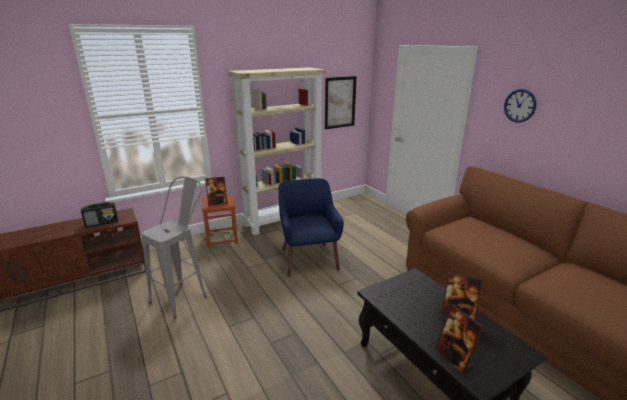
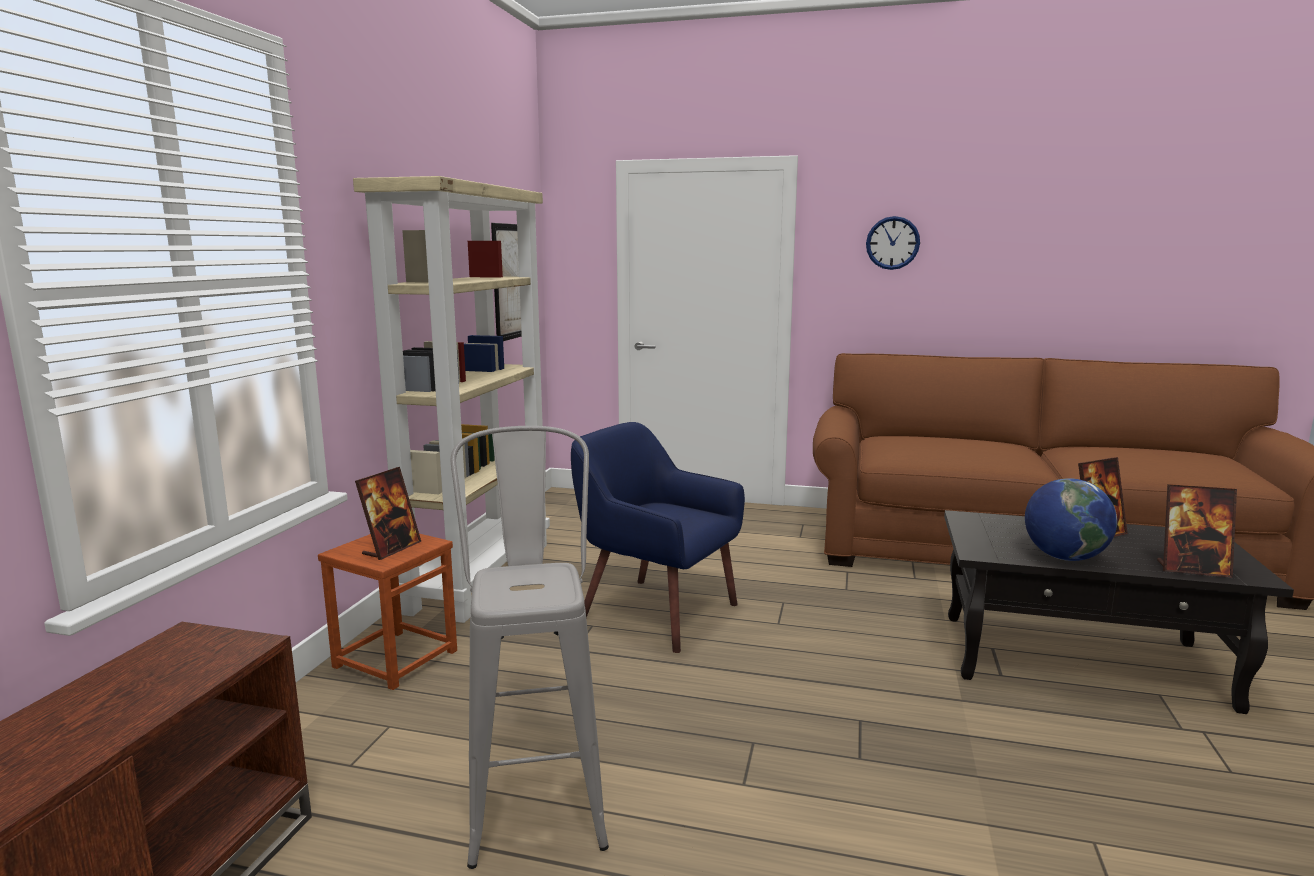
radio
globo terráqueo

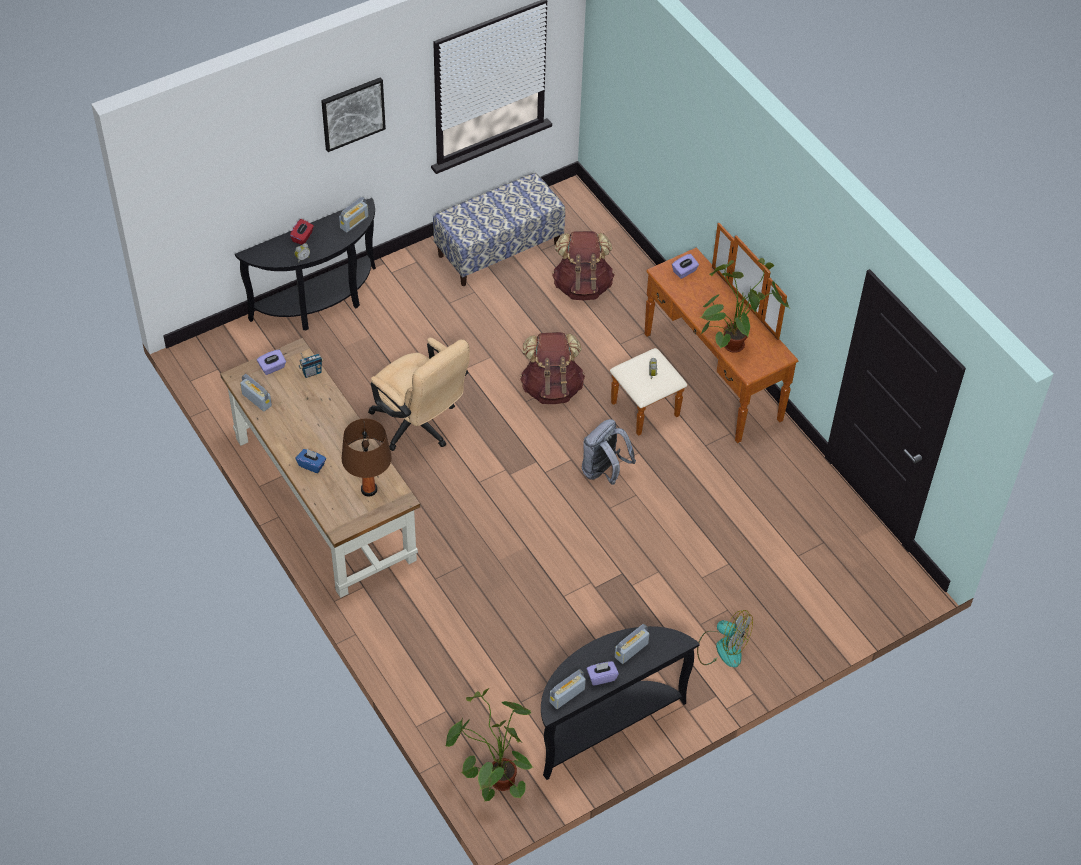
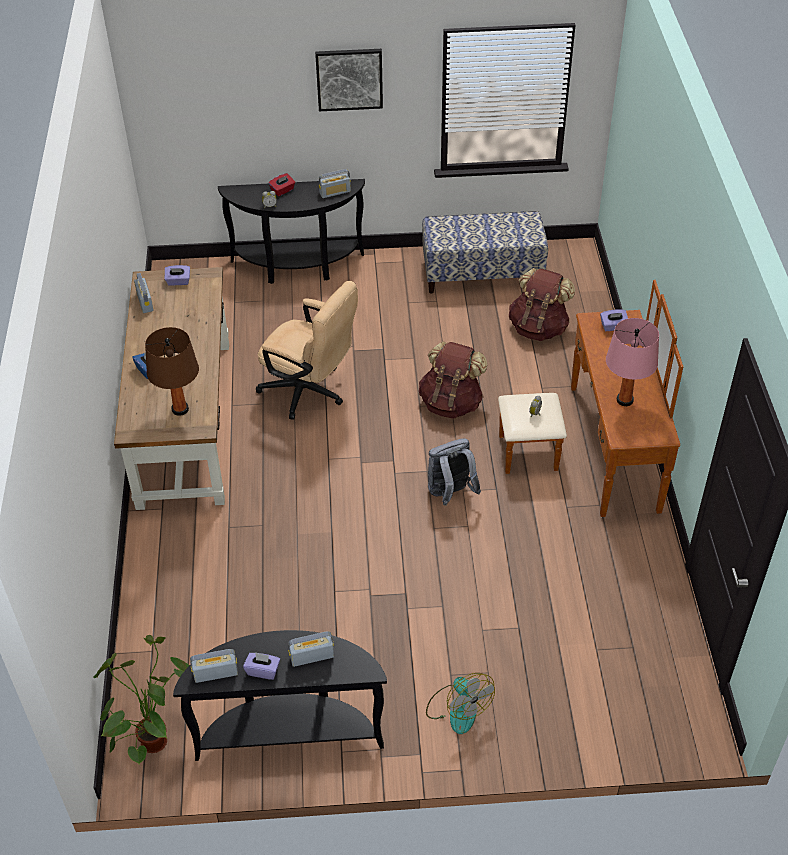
radio (2nd from left in the first image)
lámpara de mesa [rosa]
silla de oficina [beis]

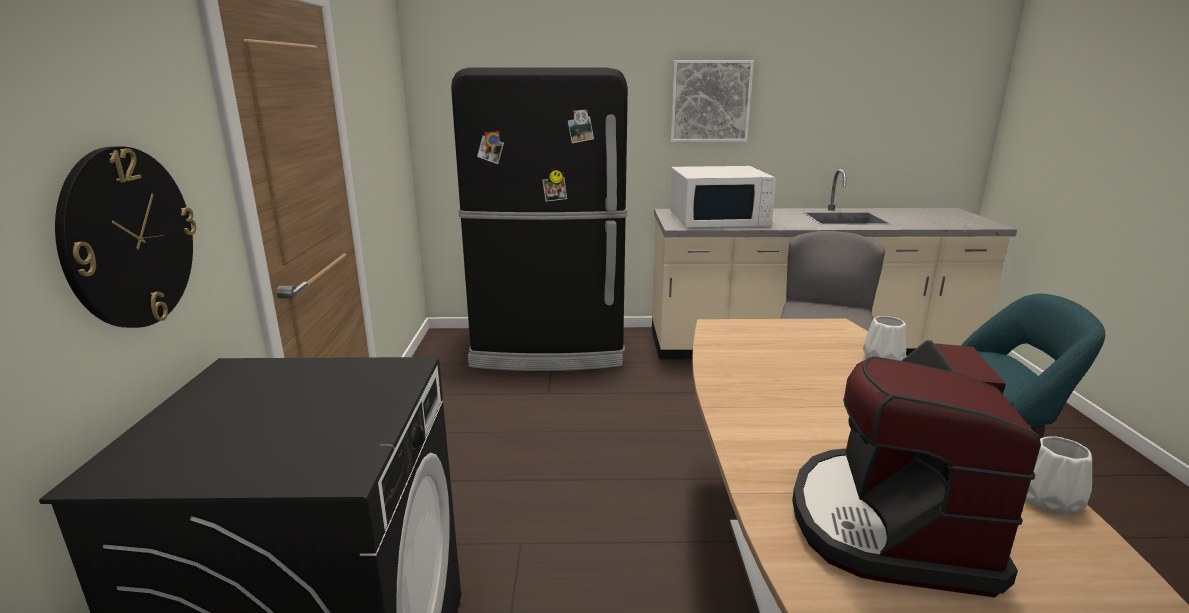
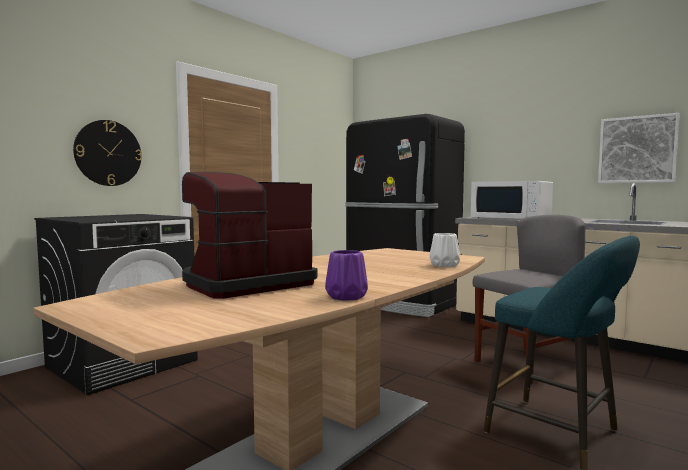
cuadro
florero [morado]

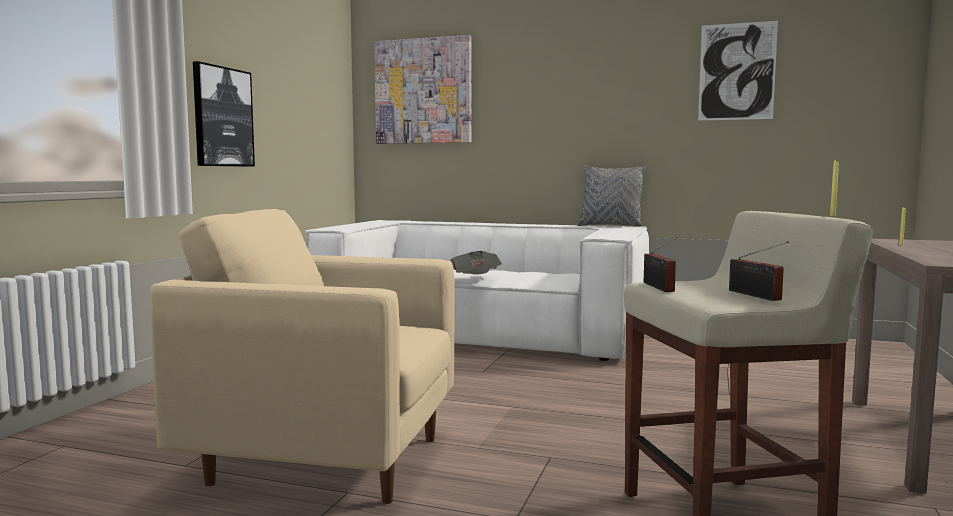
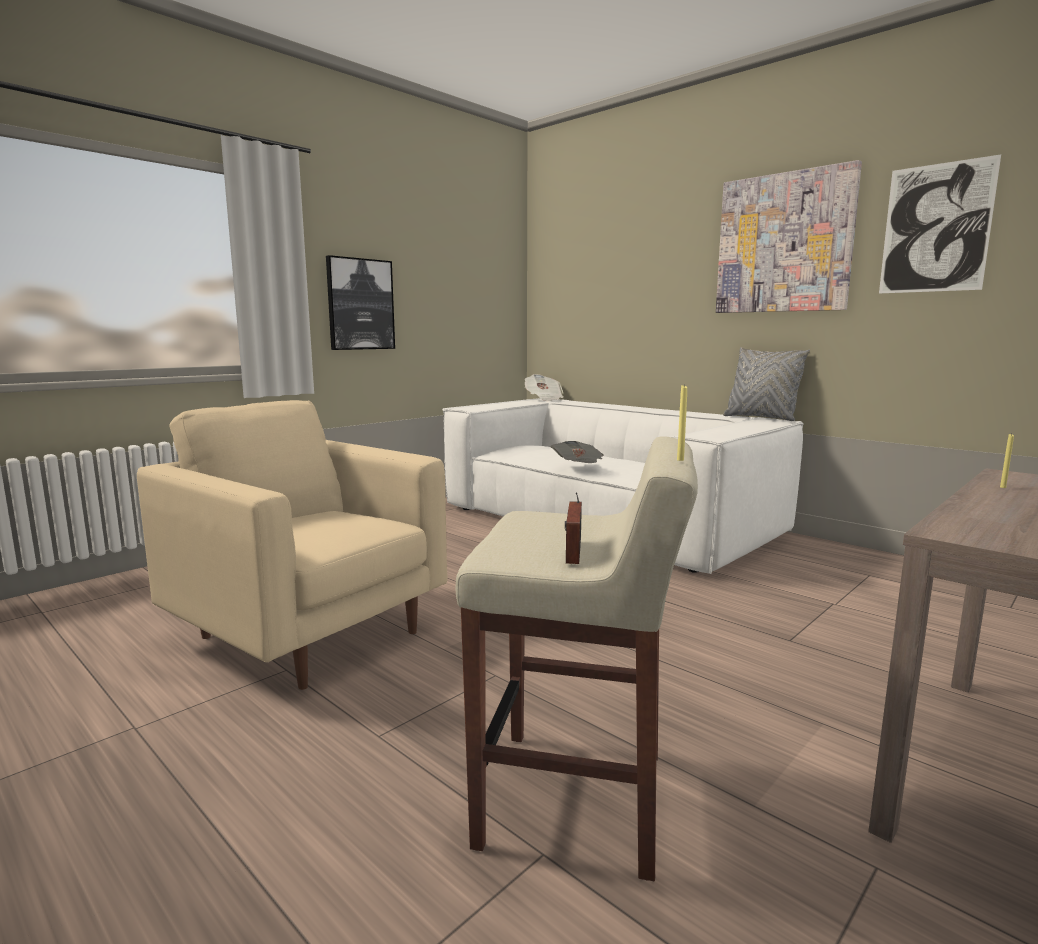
radio (1st from left in the first image)
periódico (1st from left)
cuadro (2nd from left)

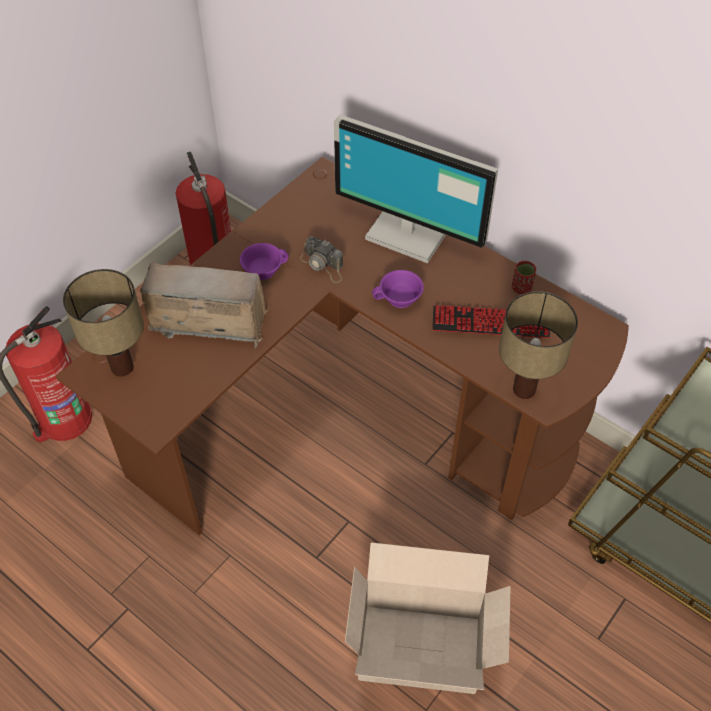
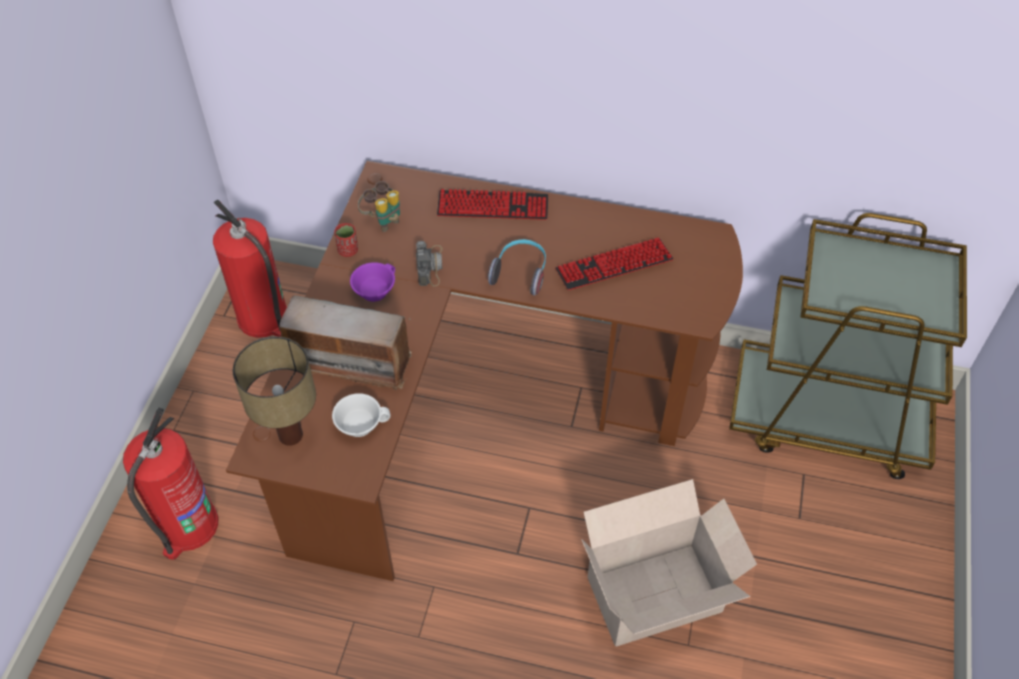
lámpara de mesa (2nd from left in the first image)
taza [blanco]
prismáticos
taza [rojo]
teclado (1st from left)
auriculares
radio
cámara

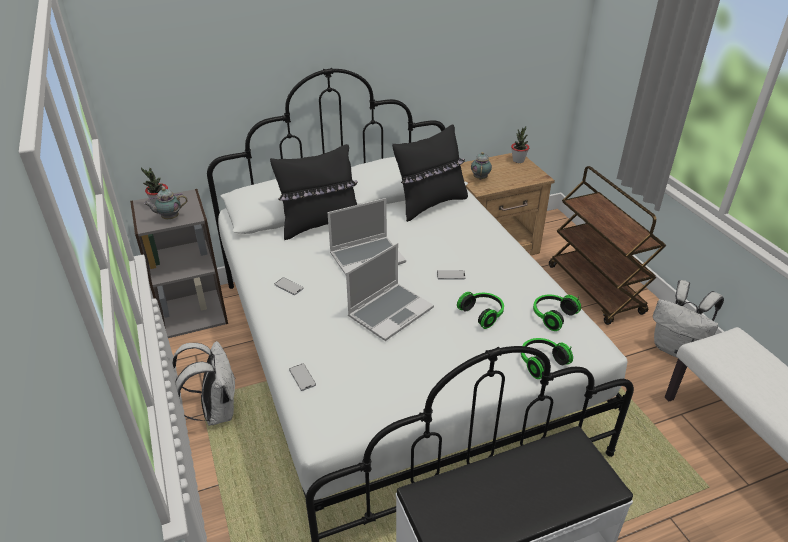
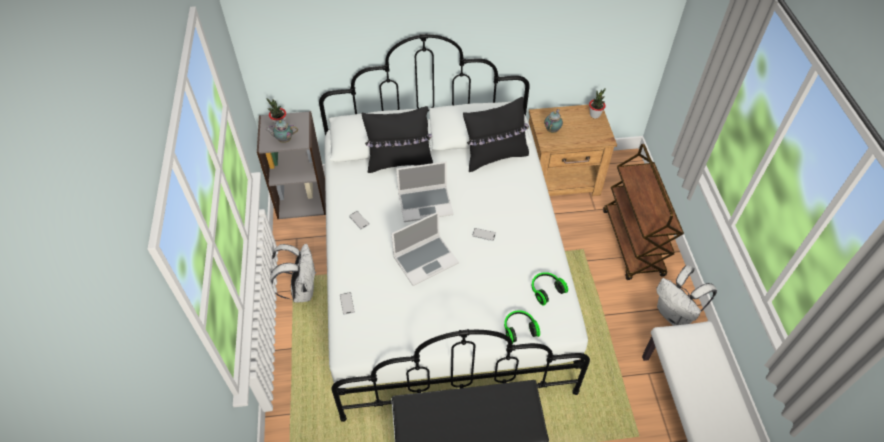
auriculares (1st from left in the first image)

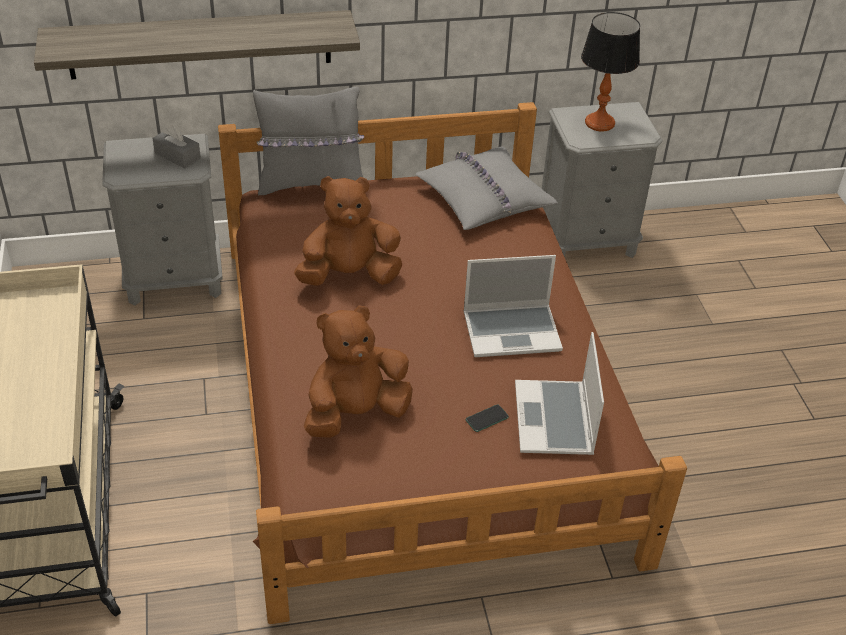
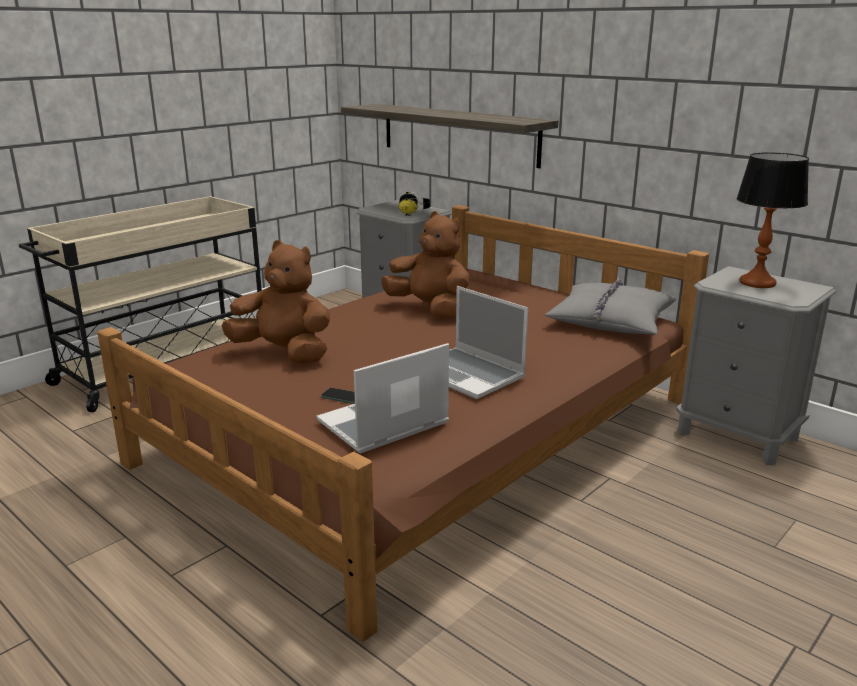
cojín [gris] (1st from left in the first image)
auriculares

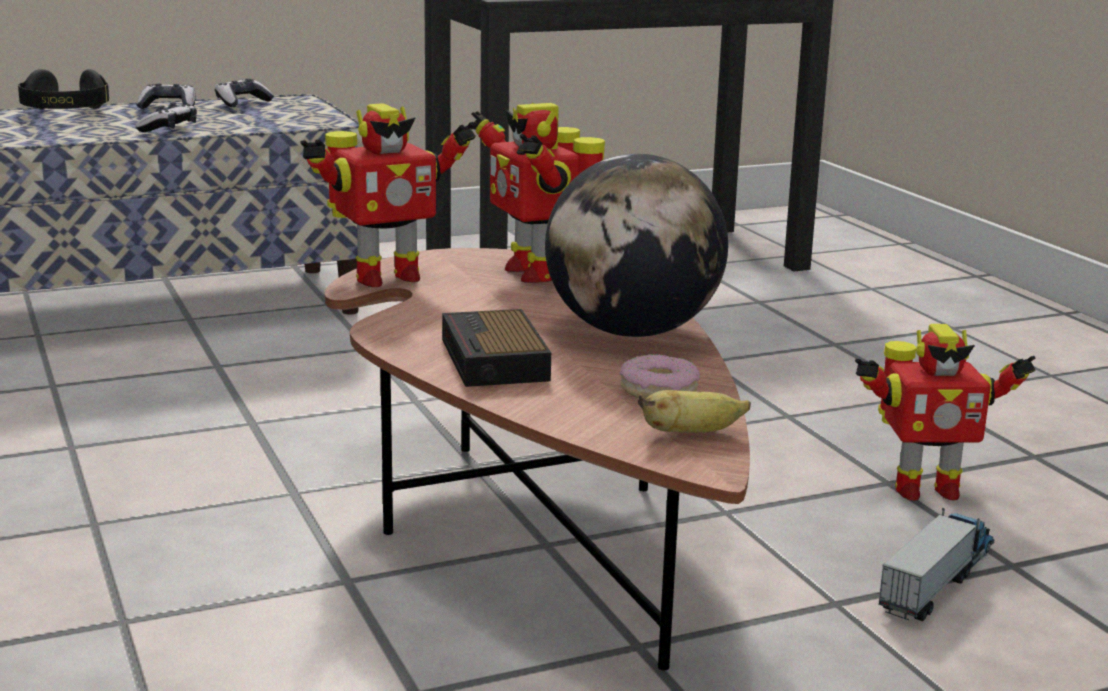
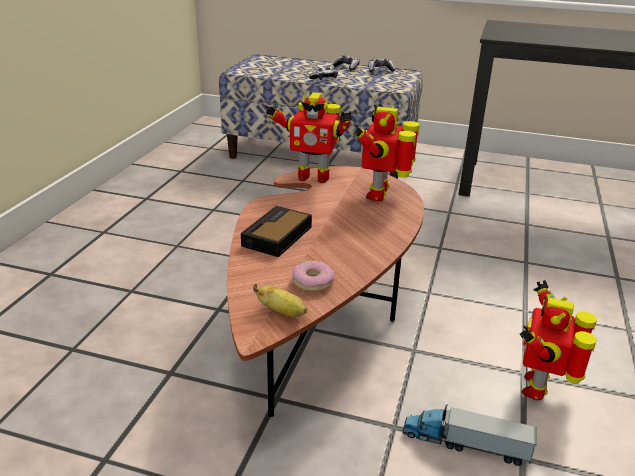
auriculares [negro]
globo terráqueo
robot de juguete (3rd from left)
camión de juguete

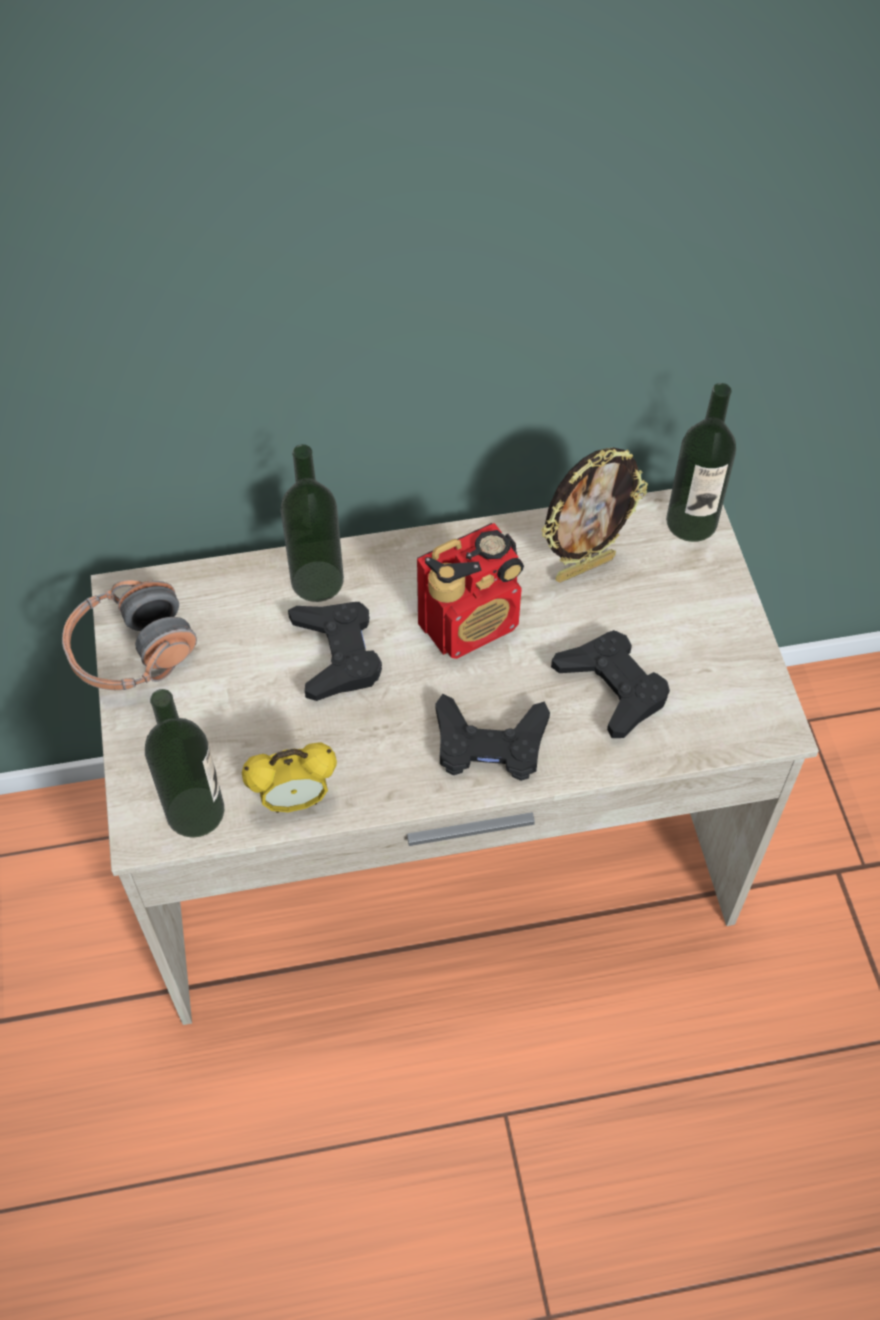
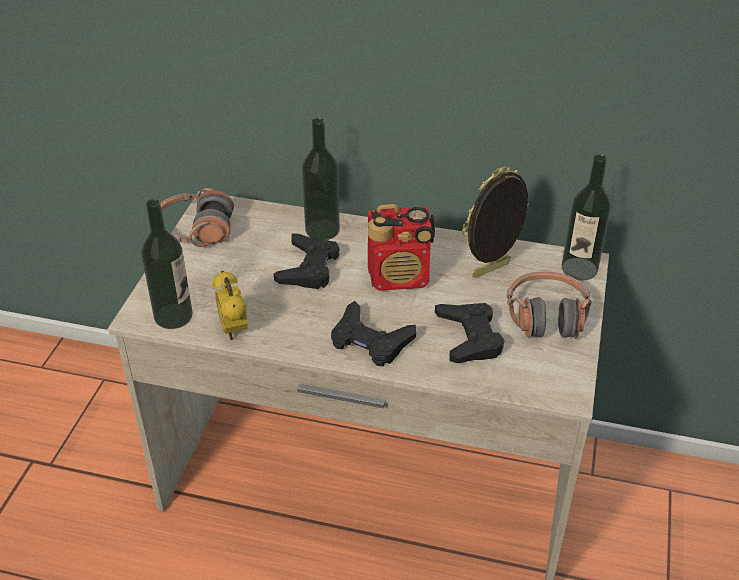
auriculares (2nd from left)
despertador
portarretratos

